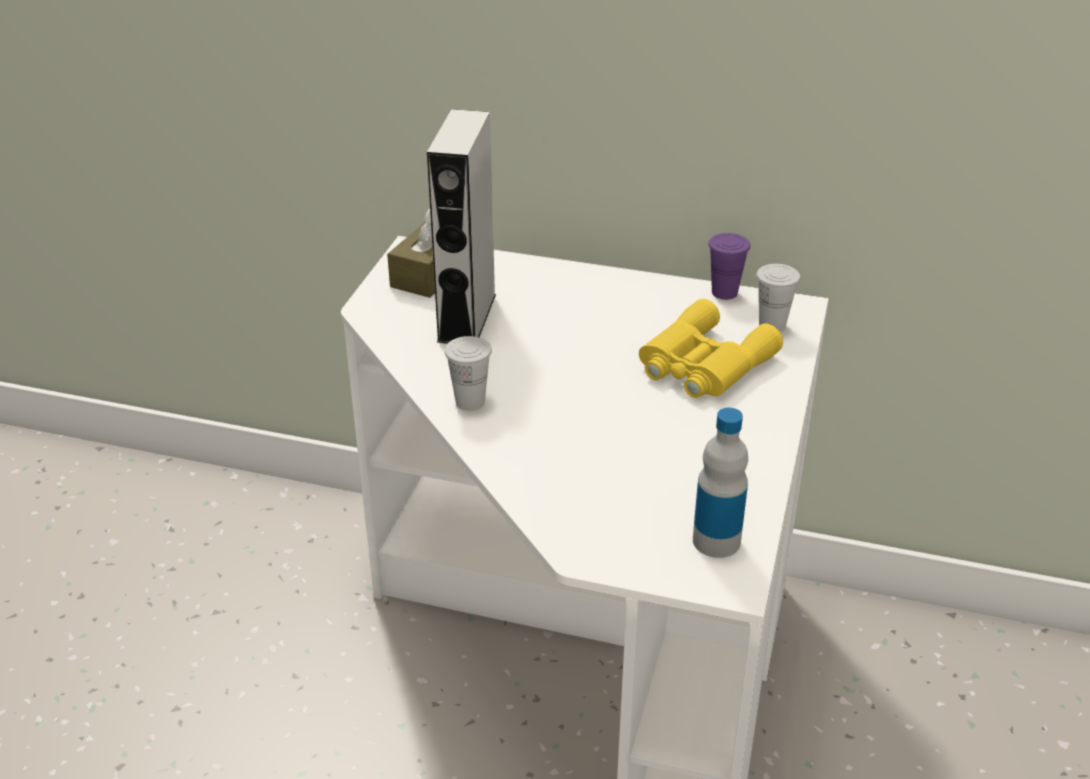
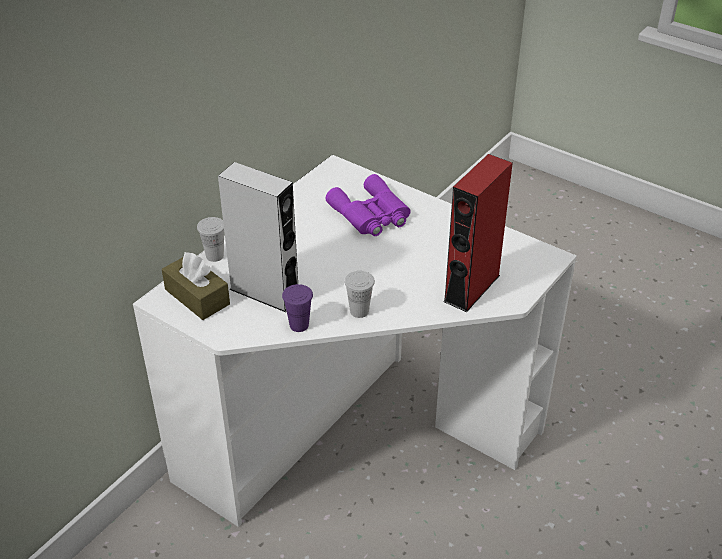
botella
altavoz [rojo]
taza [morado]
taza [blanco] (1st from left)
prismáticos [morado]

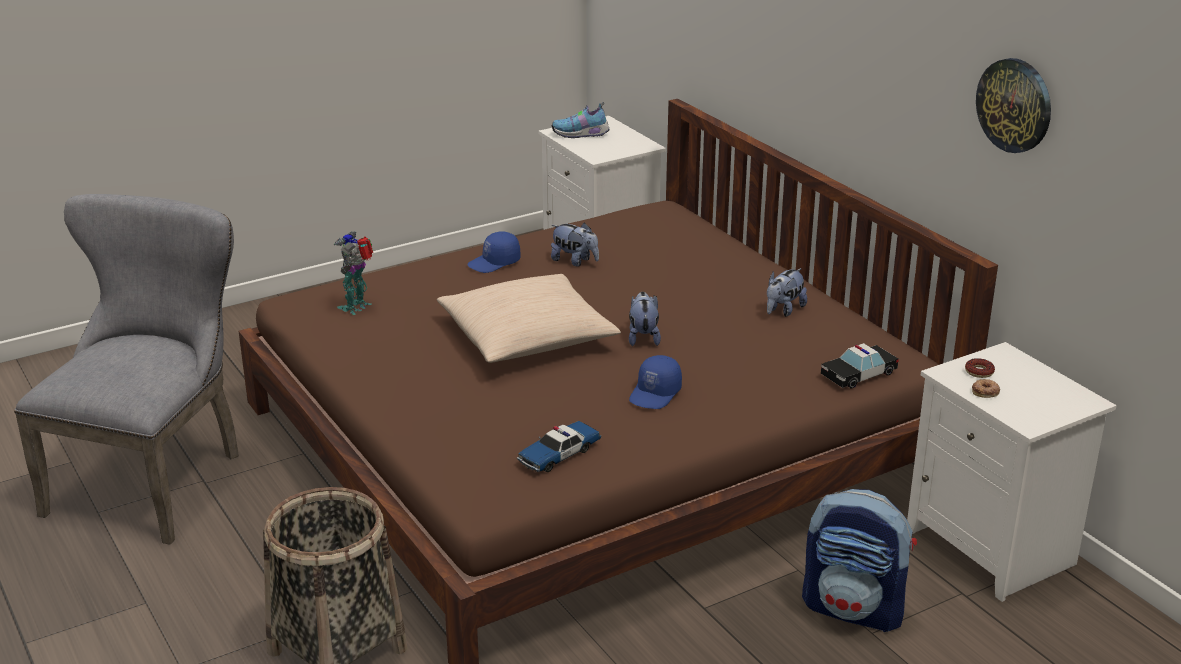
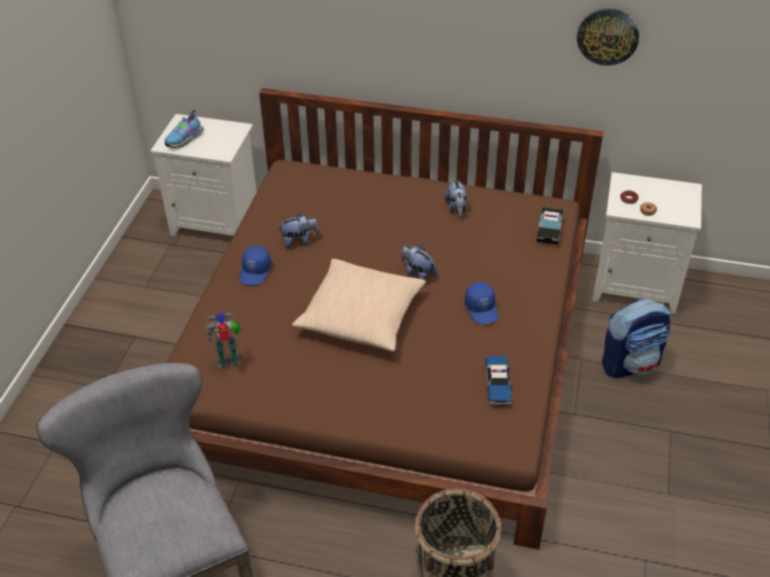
robot de juguete

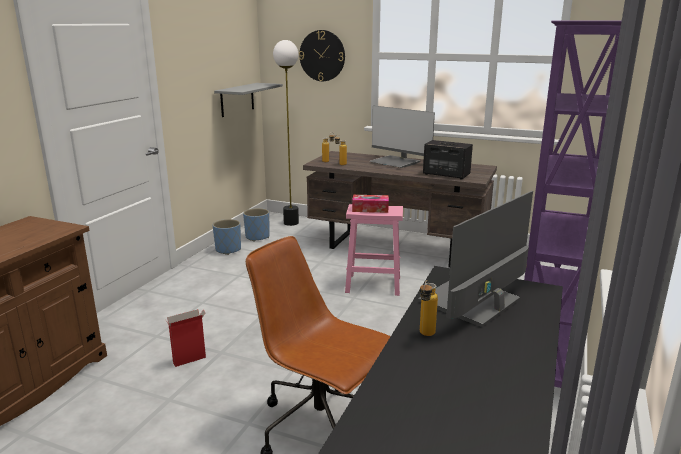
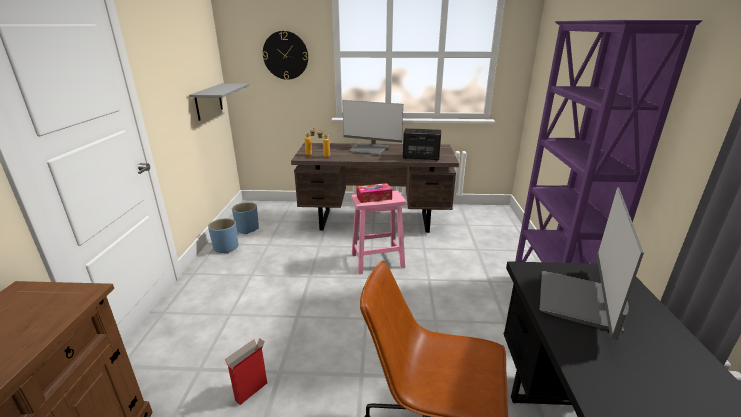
lámpara de pie
botella (3rd from left in the first image)

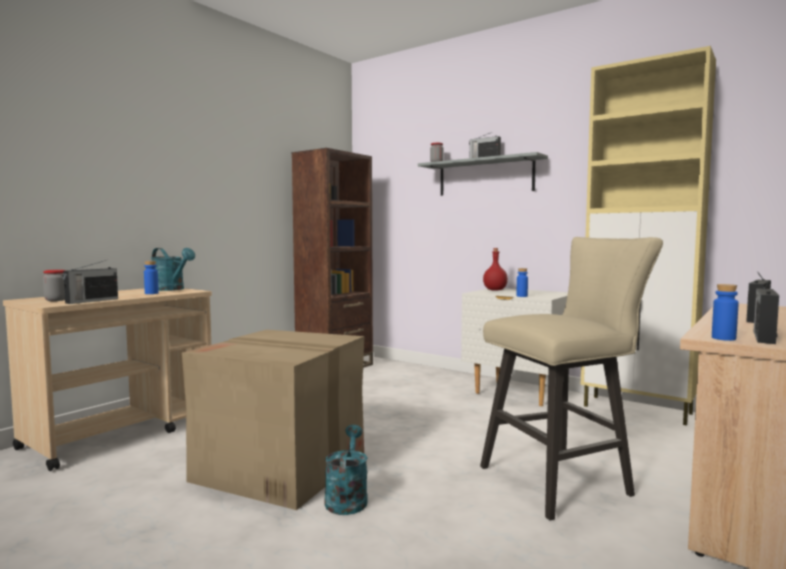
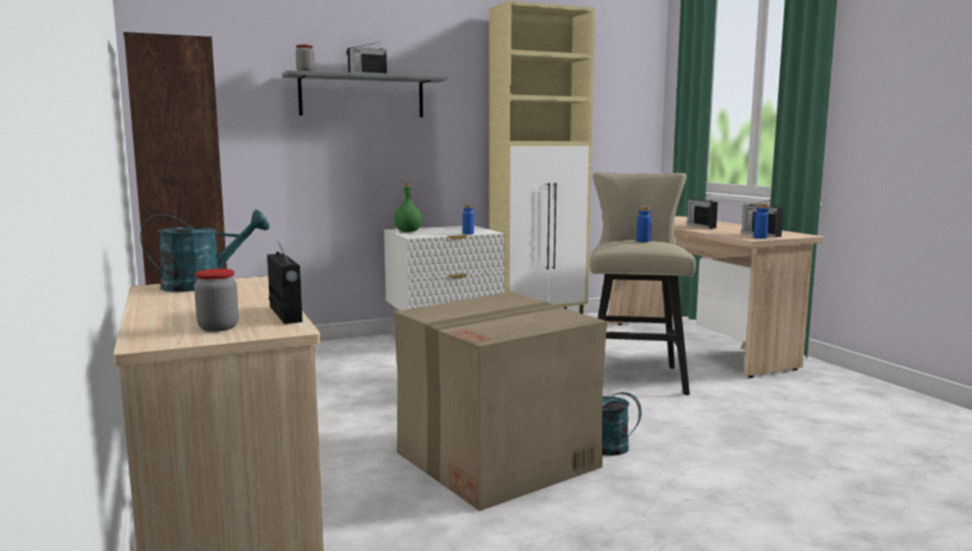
botella [azul] (2nd from left)
botella [verde]

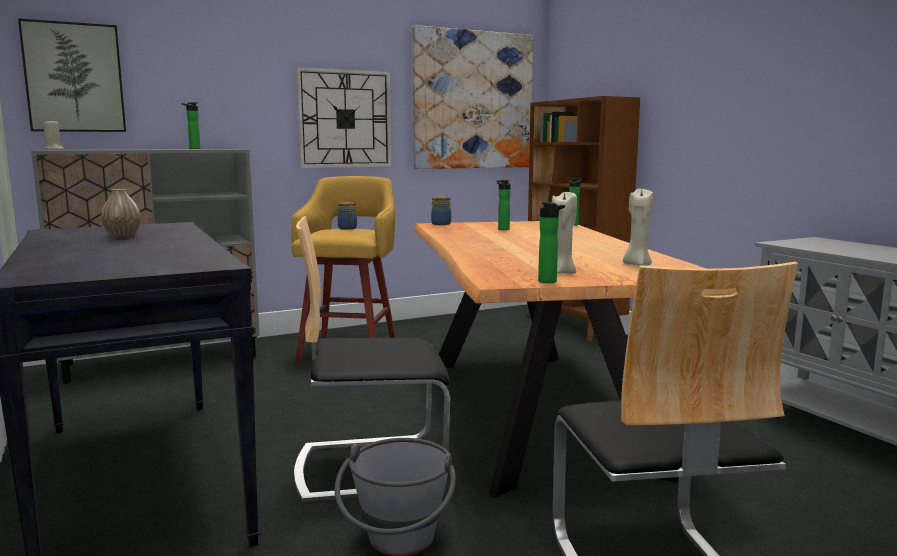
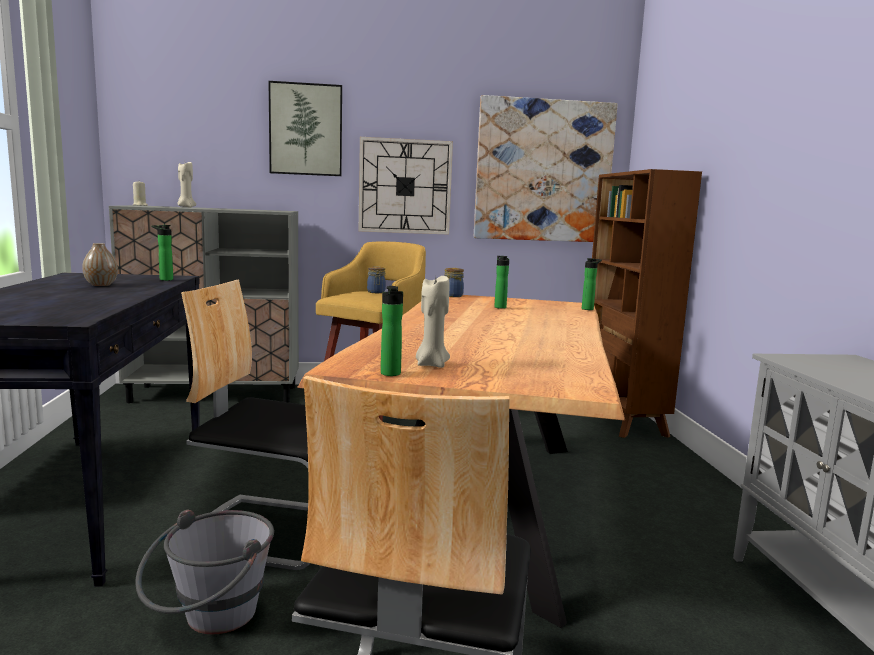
cuadro (1st from left)
botella (1st from left)
vela [beis] (2nd from left)

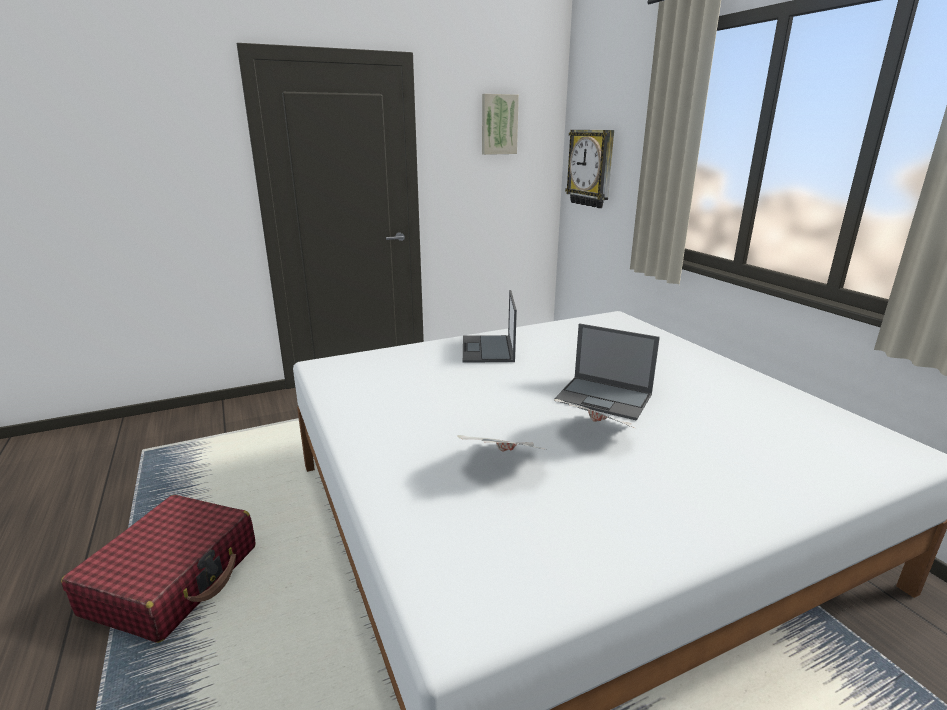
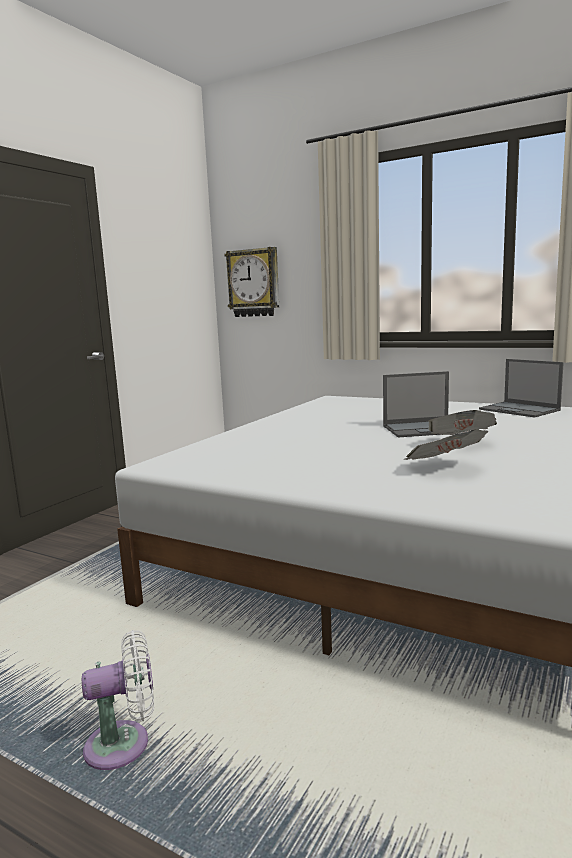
cuadro
portátil (2nd from left)
ventilador [blanco]

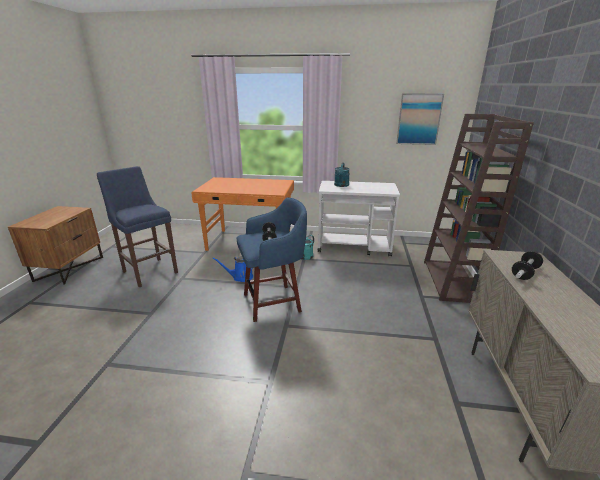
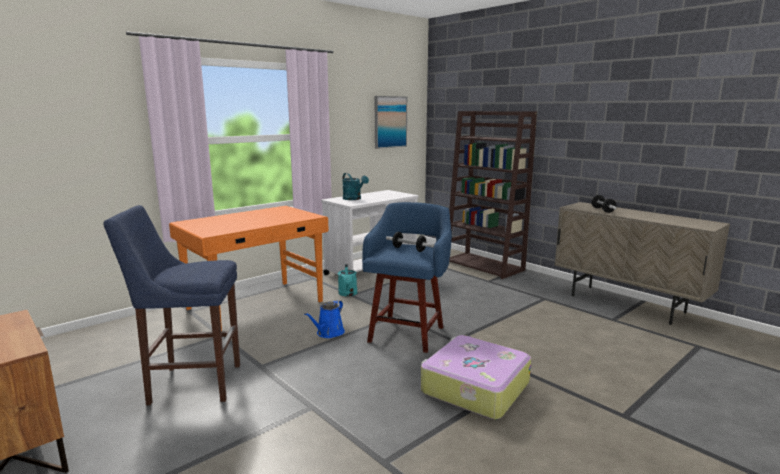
maleta

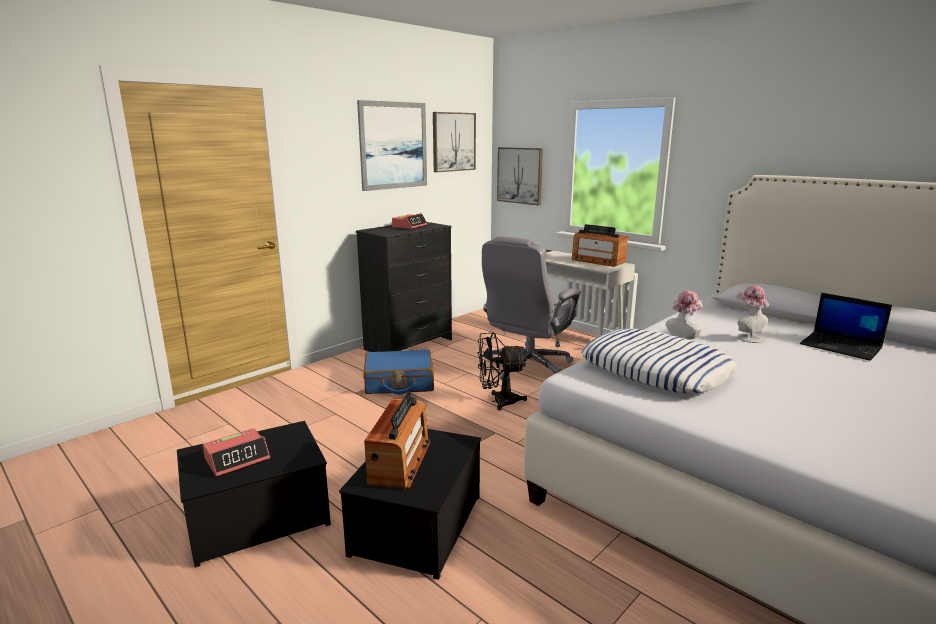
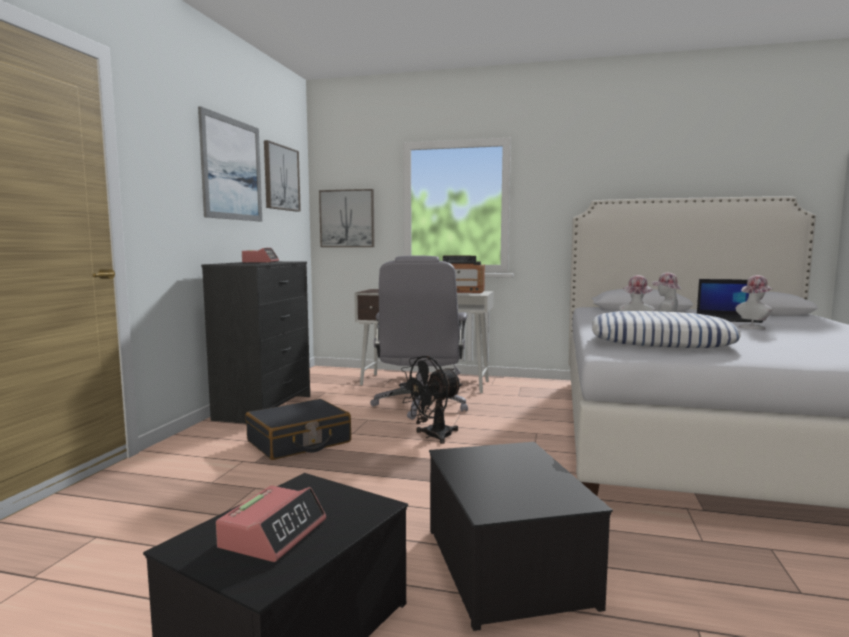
radio (1st from left in the first image)
sombrero (3rd from left)
maleta [negro]

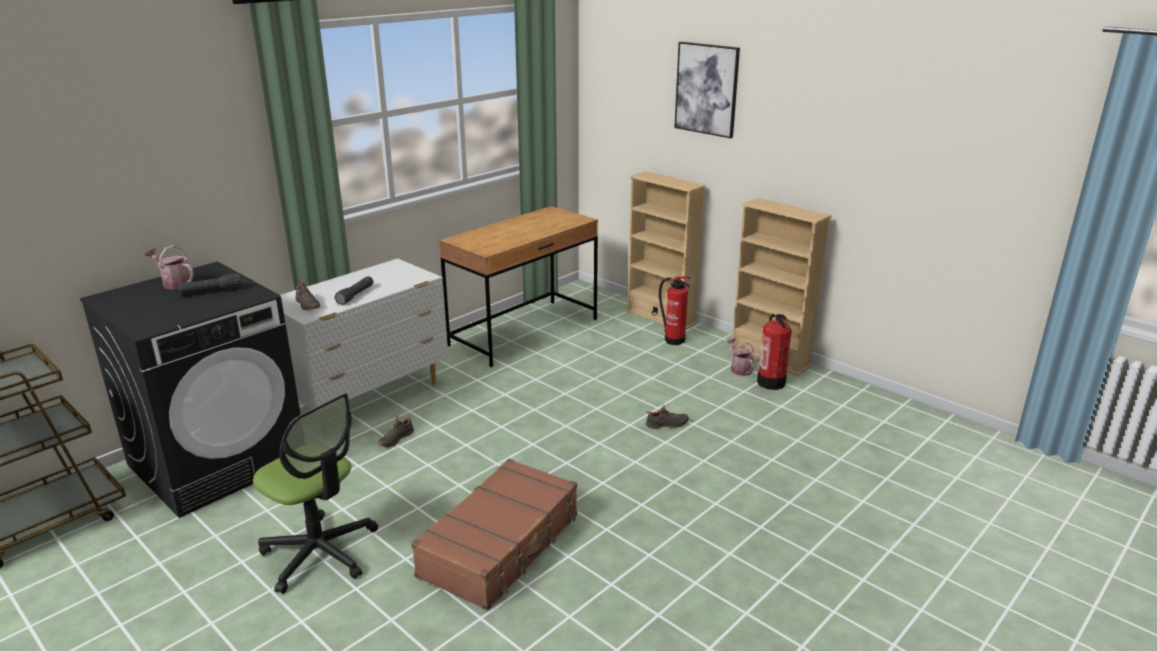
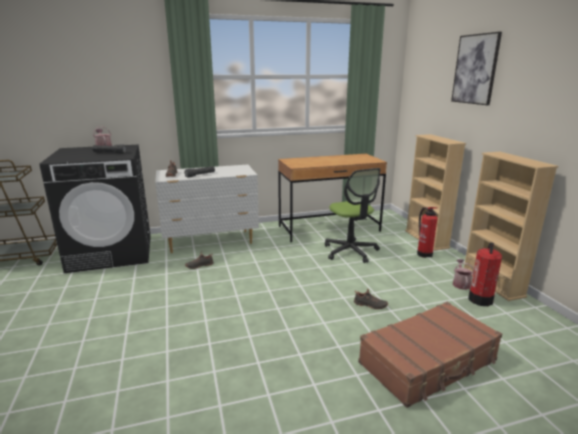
silla de oficina
maleta [marrón]

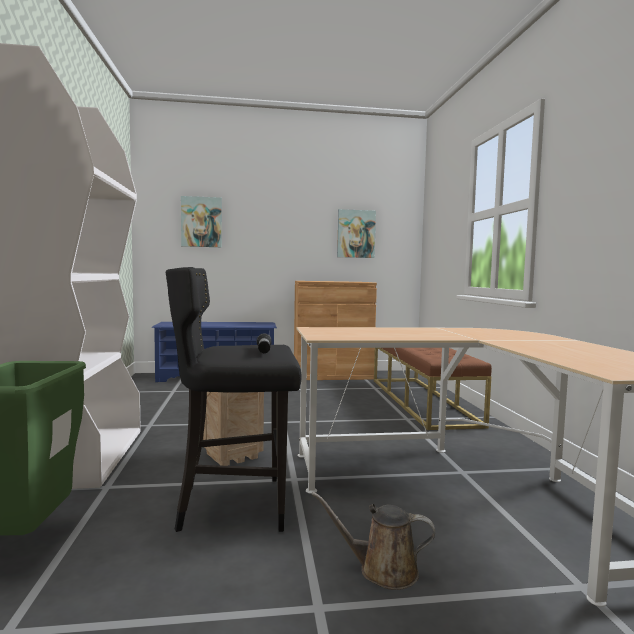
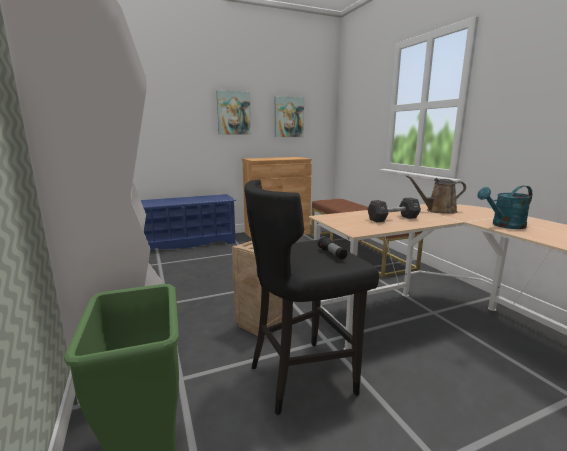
mancuerna [negro]
regadera [turquesa]
cuadro (1st from left)
regadera [marrón]

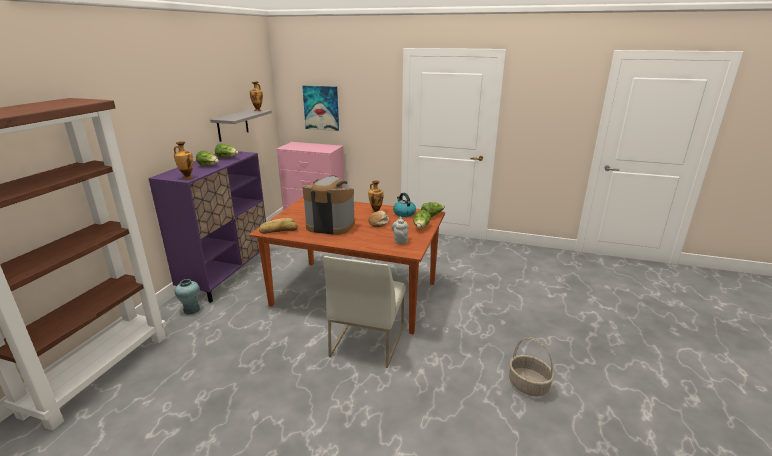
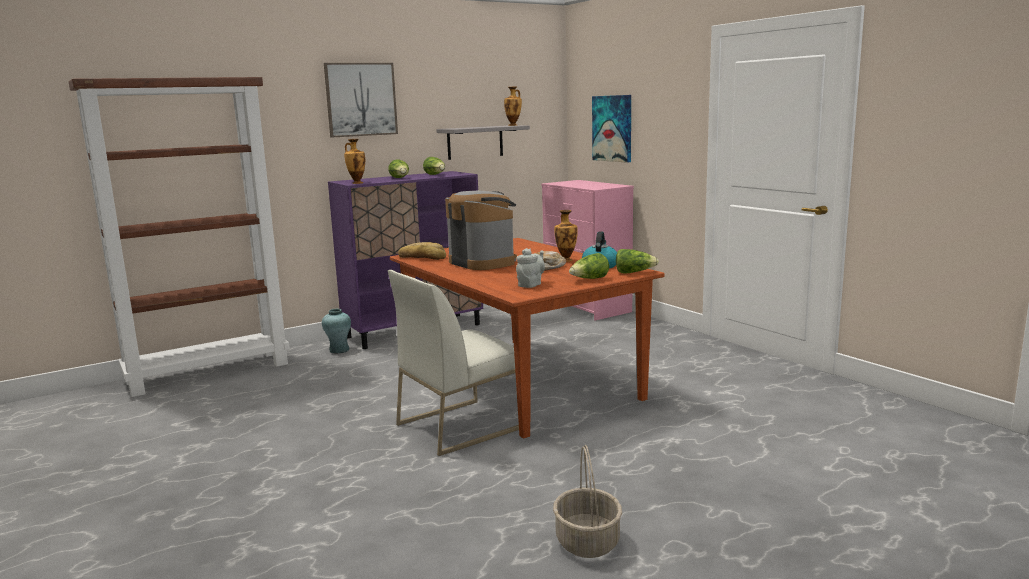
cuadro (1st from left)

